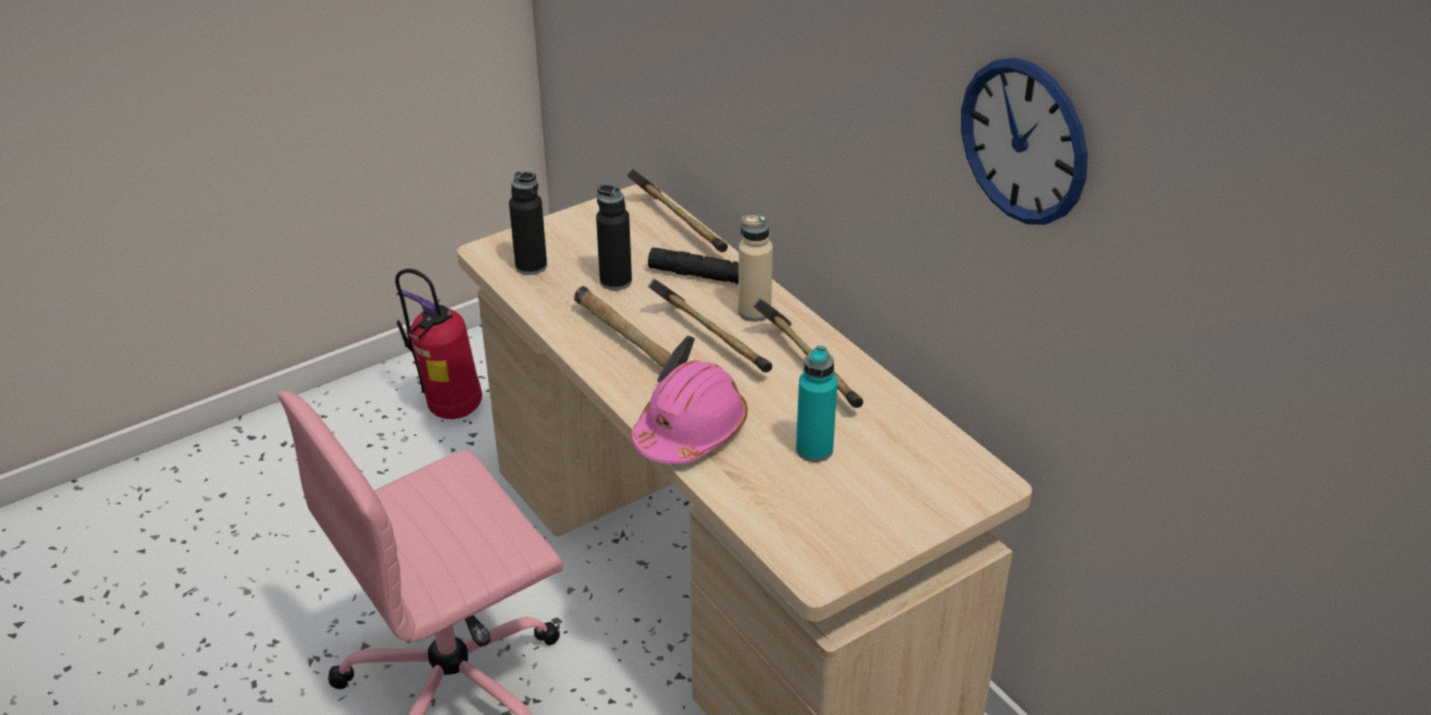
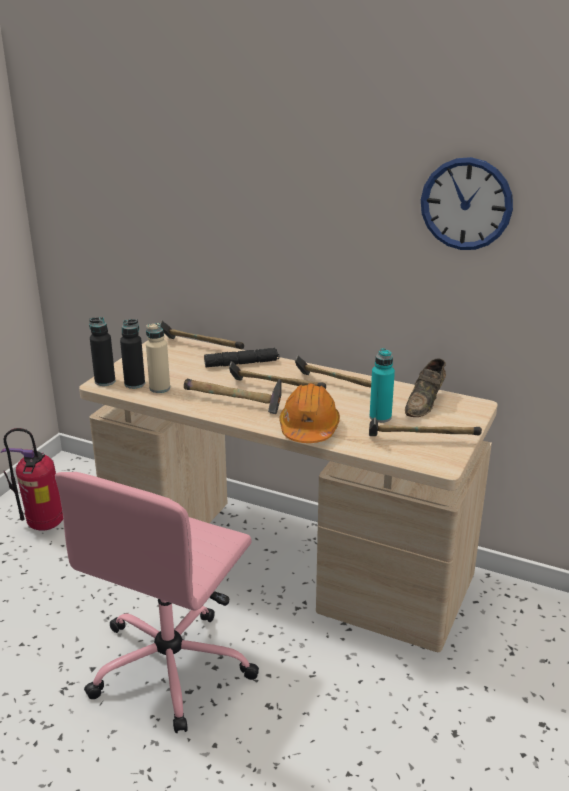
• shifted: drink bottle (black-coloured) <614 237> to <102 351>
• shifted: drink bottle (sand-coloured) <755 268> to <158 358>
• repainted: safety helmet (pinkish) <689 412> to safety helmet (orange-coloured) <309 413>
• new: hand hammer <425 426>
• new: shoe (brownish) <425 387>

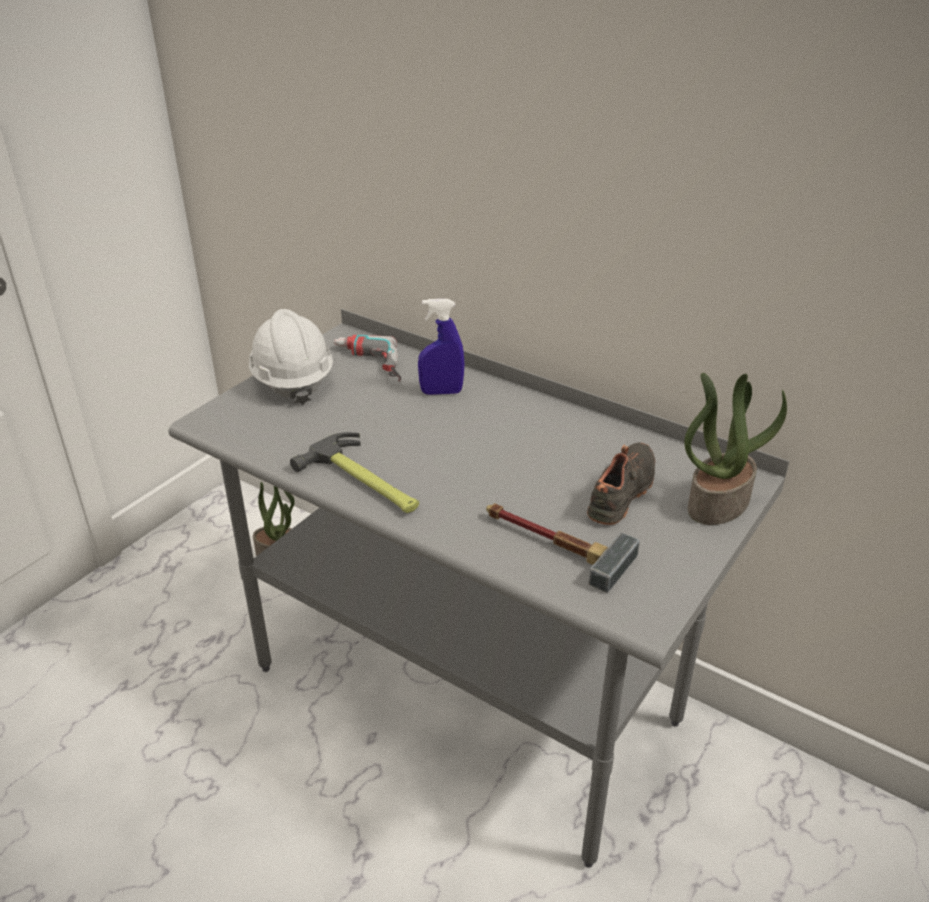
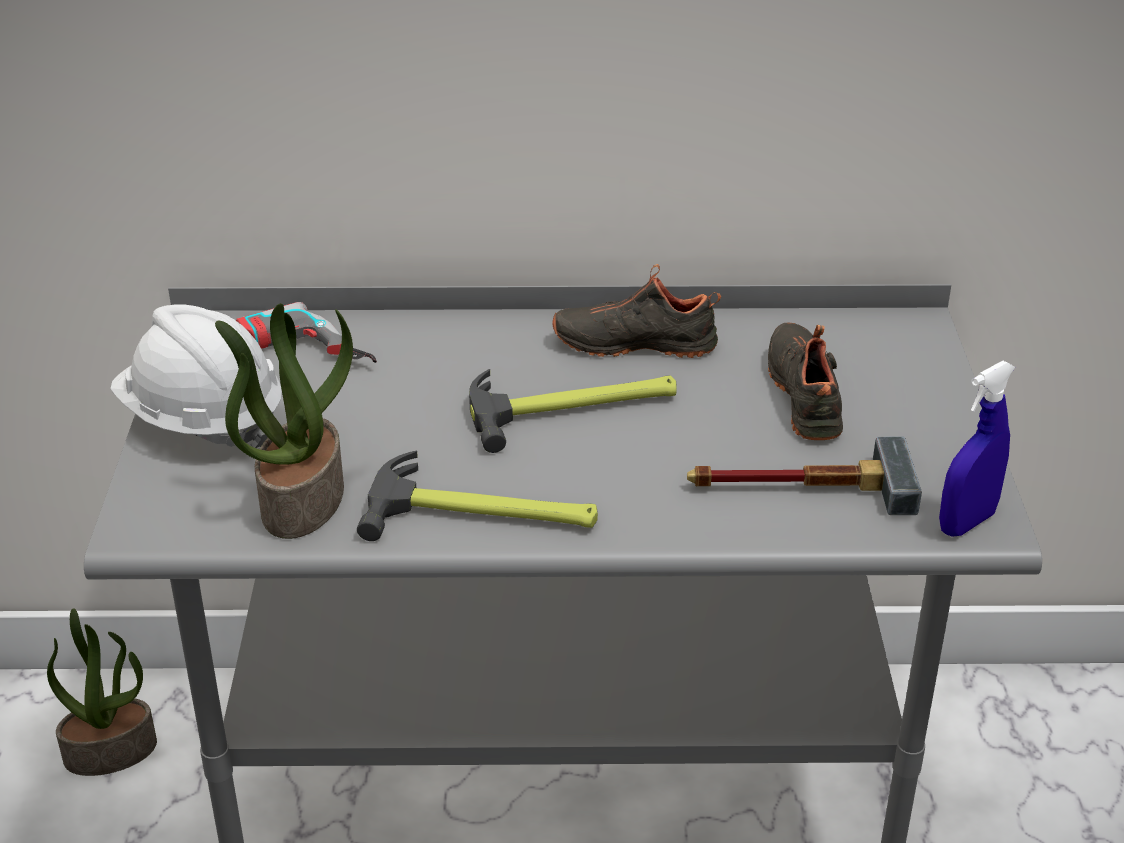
• shifted: plant in a pot <735 449> to <284 421>
• new: hand hammer <573 411>
• new: shoe (black-coloured) <636 311>
• shifted: sprayer (bluish) <441 347> to <977 449>

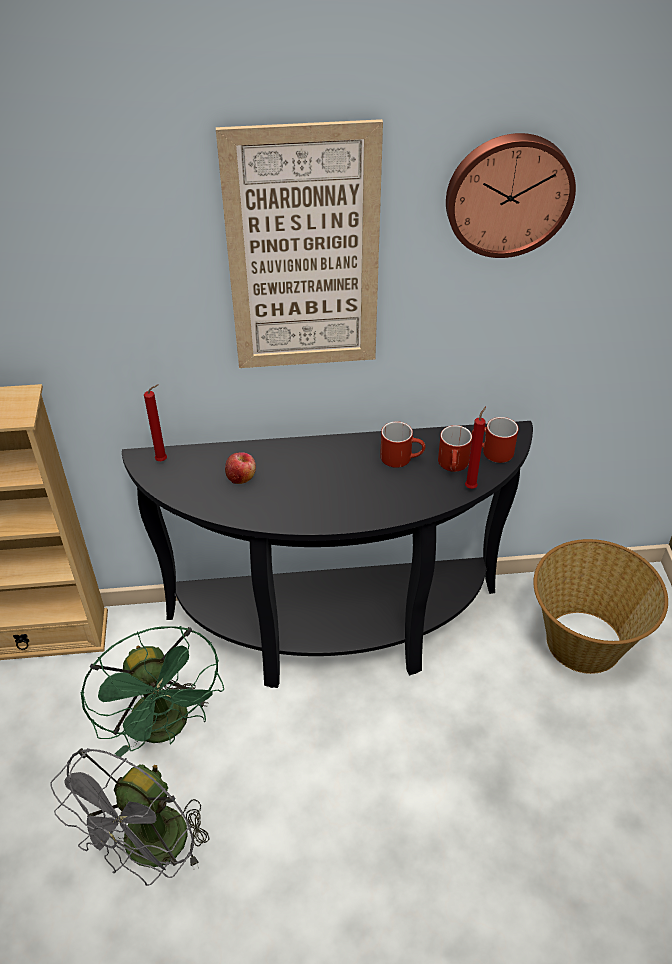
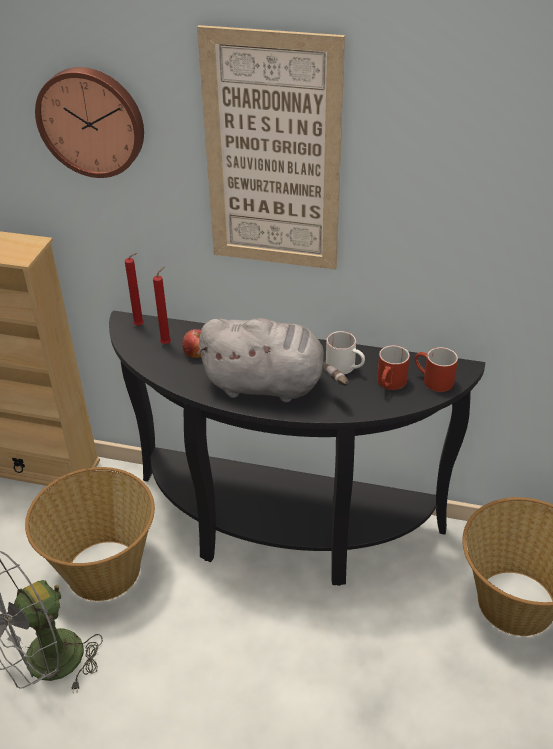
• swapped: fan (greenish) <152 691> to storage basket <90 534>
• shifted: clock on the wall <511 195> to <89 122>
• shifted: wax candle (red-coloured) <475 447> to <162 305>
• new: plush toy (gray) <272 360>
• repainted: coffee mug (red-coloured) <402 444> to coffee mug (whitish) <345 353>

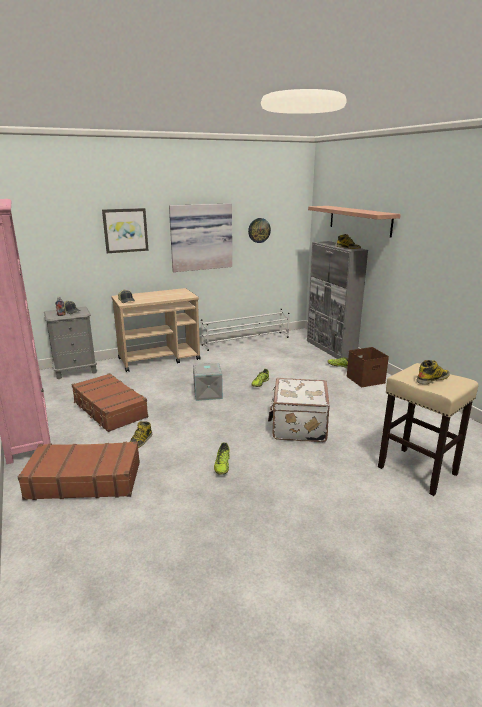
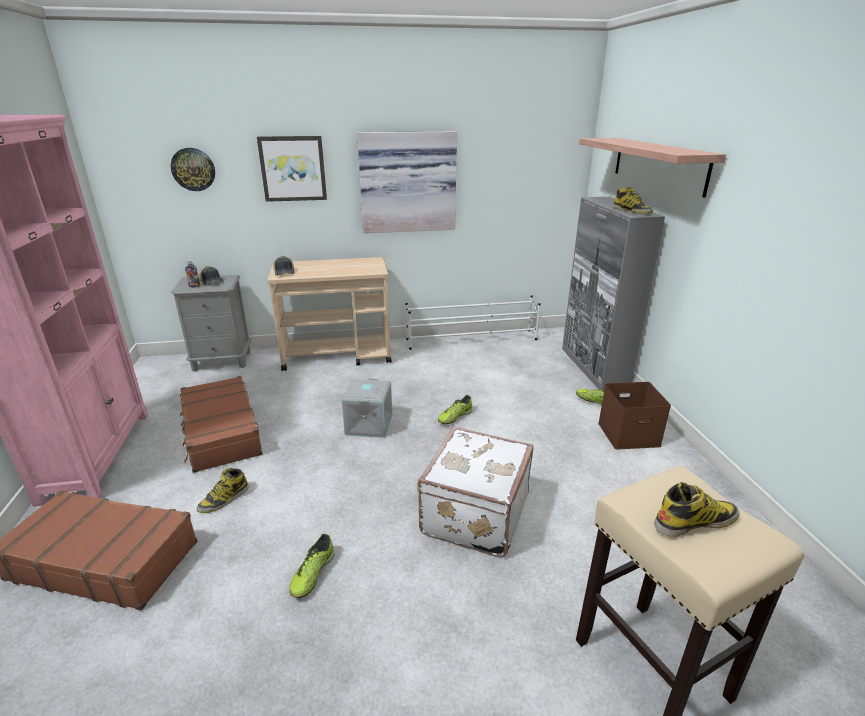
• shifted: clock on the wall <259 230> to <193 169>

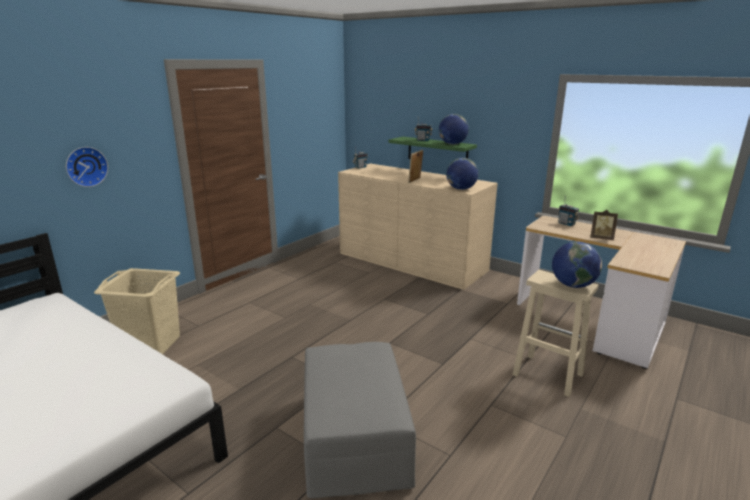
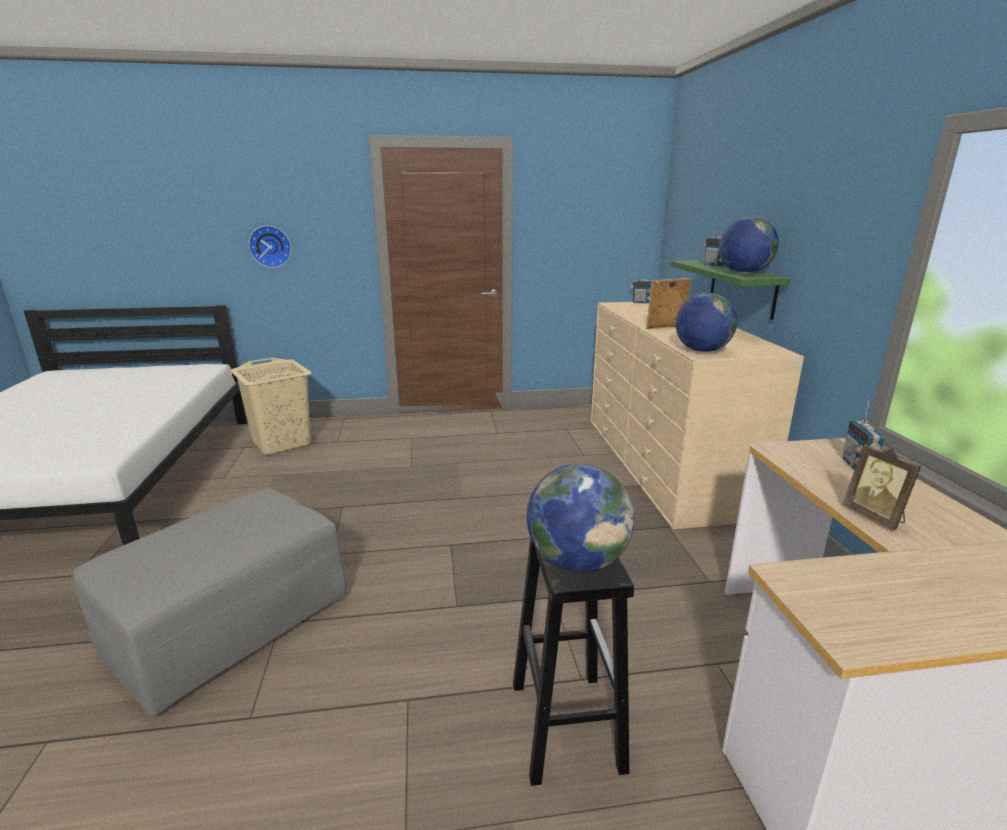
• repainted: stool seat (sand-coloured) <555 333> to stool seat (black-coloured) <573 662>

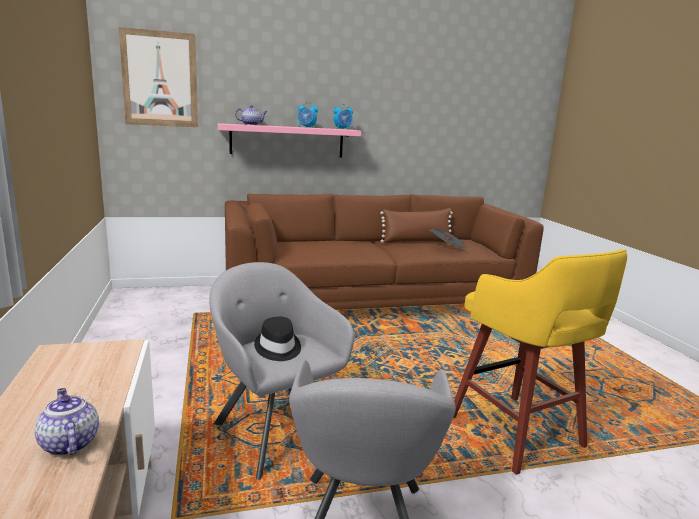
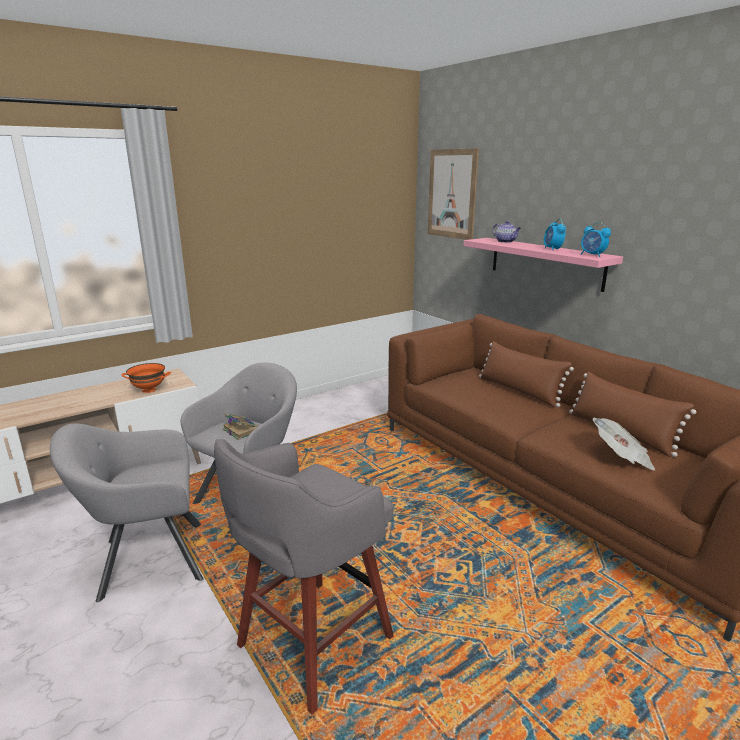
• new: bowl (orange-coloured) <146 378>
• repainted: stool seat (yellow) <540 362> to stool seat (gray) <304 577>
• swapped: clothing hat (black-coloured) <277 339> to volume <240 427>
• new: throw pillow (brownish) <526 374>
• gone: tea pot <66 422>

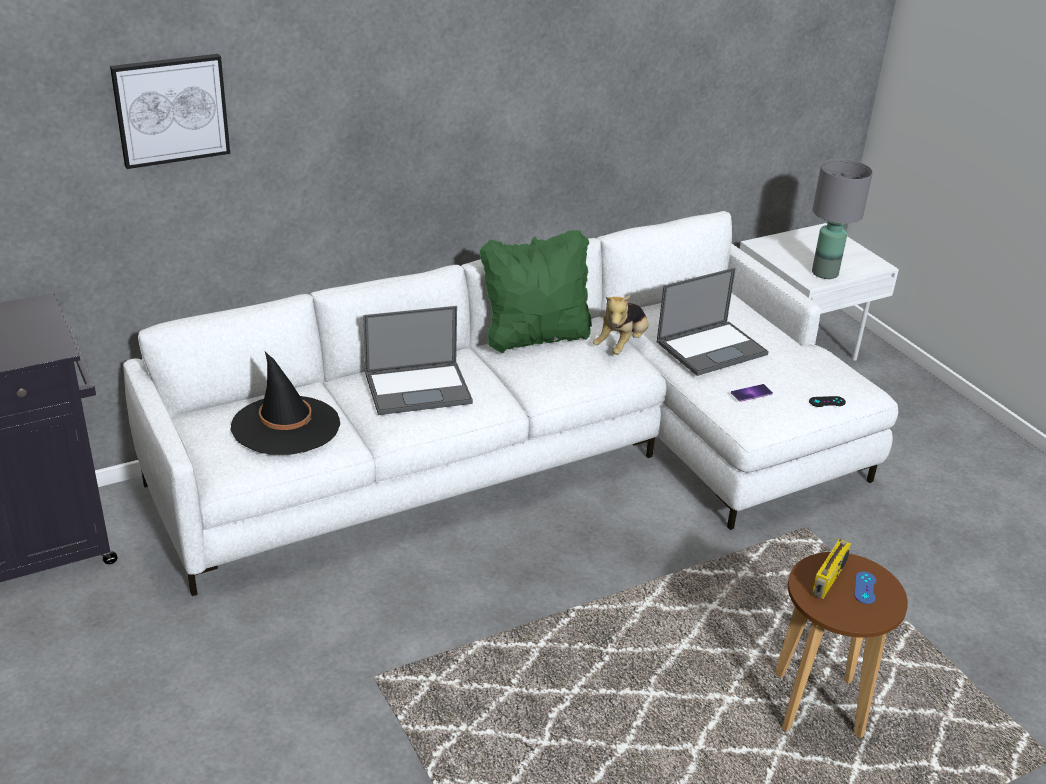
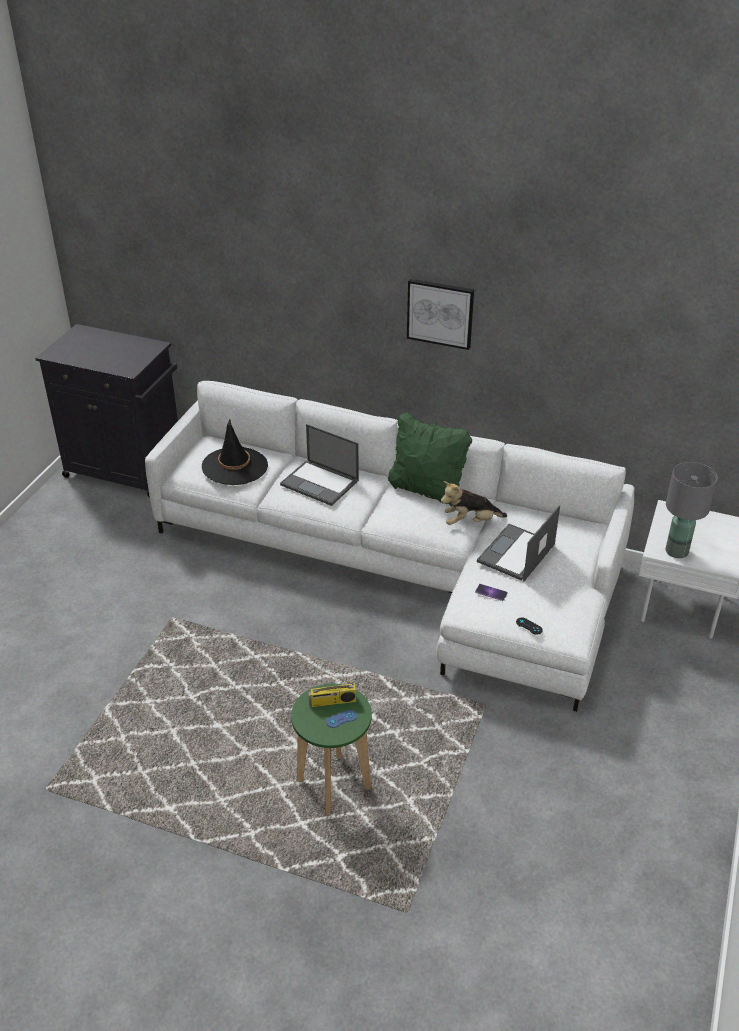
• repainted: stool seat (brownish) <841 645> to stool seat (greenish) <331 749>
• shifted: picture <170 111> to <440 314>
• rotated: portable computer <713 322> = <518 543> 105 degrees clockwise

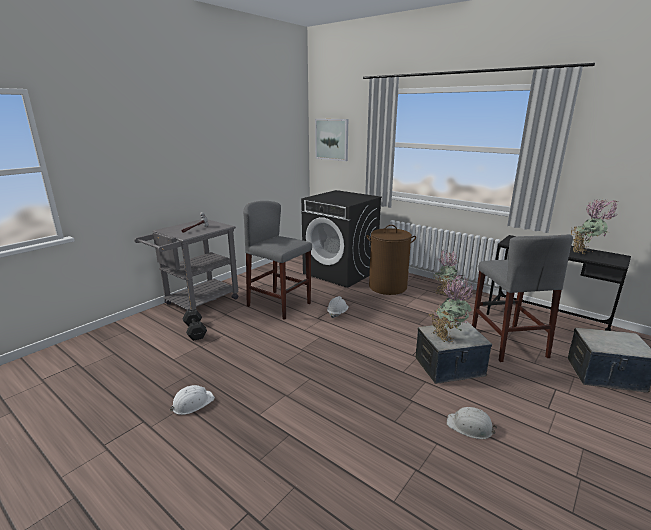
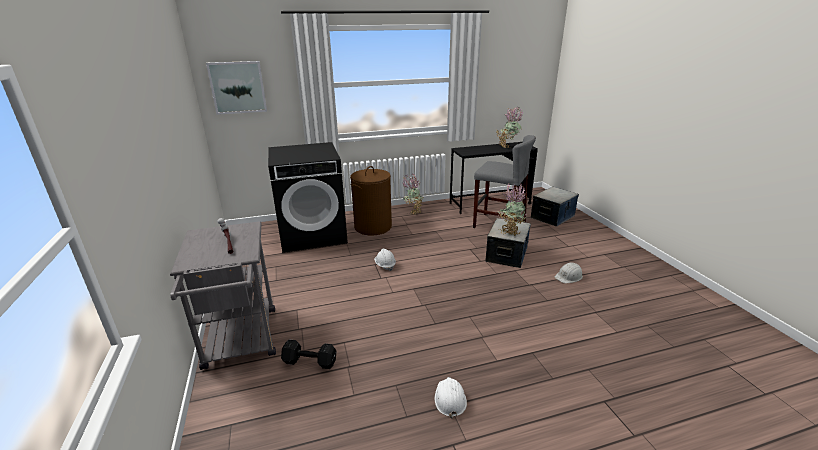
• gone: stool seat (gray) <277 260>

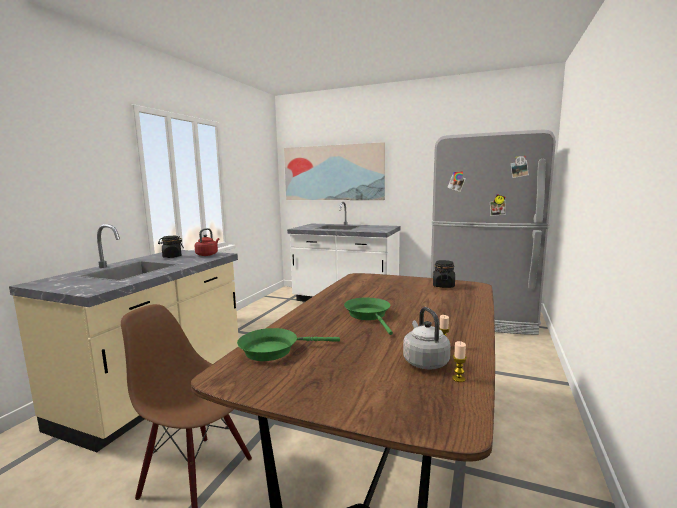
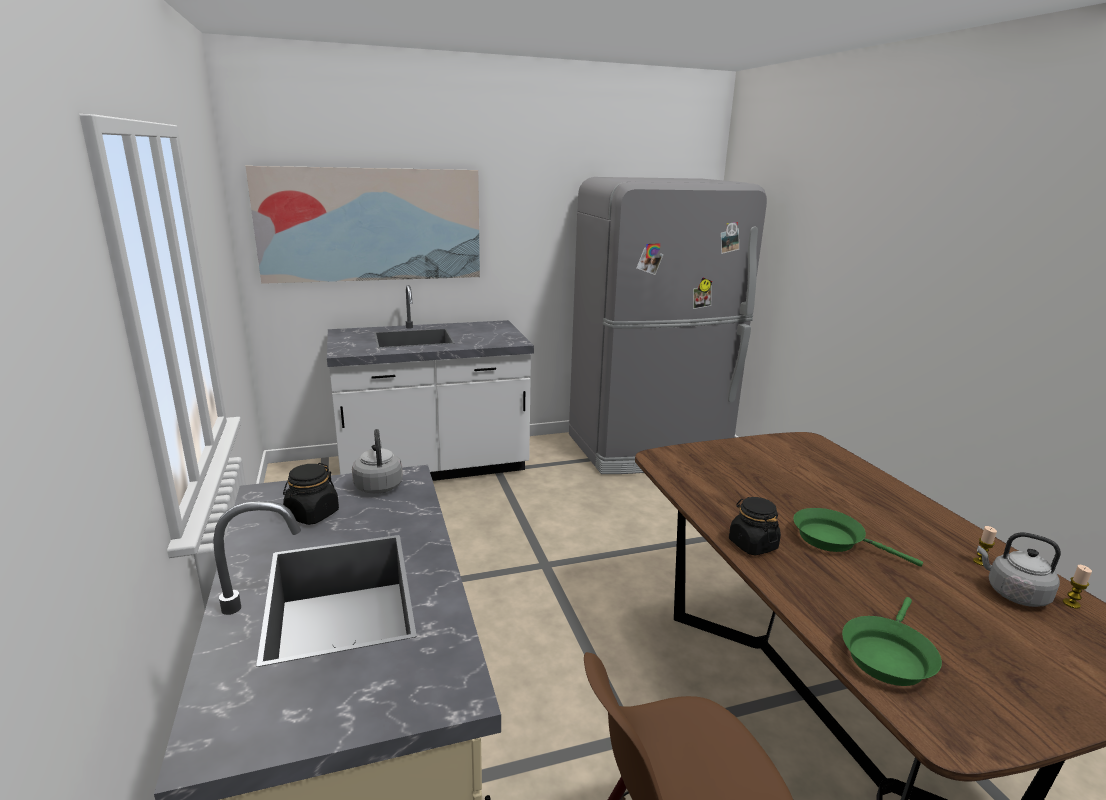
• repainted: kettle (red-coloured) <207 242> to kettle (gray) <377 461>
• shifted: storage jar (black-coloured) <444 274> to <755 526>

